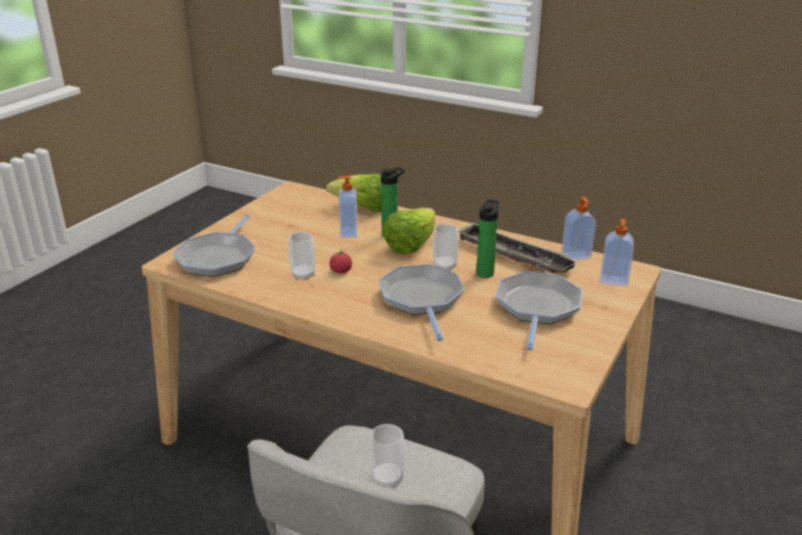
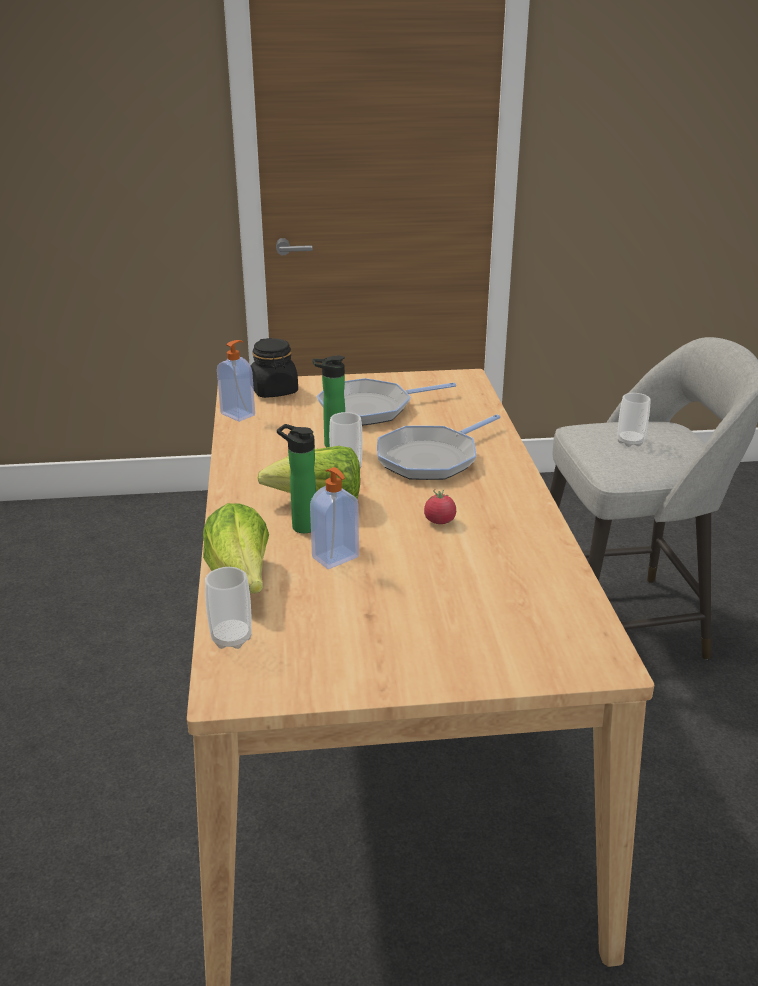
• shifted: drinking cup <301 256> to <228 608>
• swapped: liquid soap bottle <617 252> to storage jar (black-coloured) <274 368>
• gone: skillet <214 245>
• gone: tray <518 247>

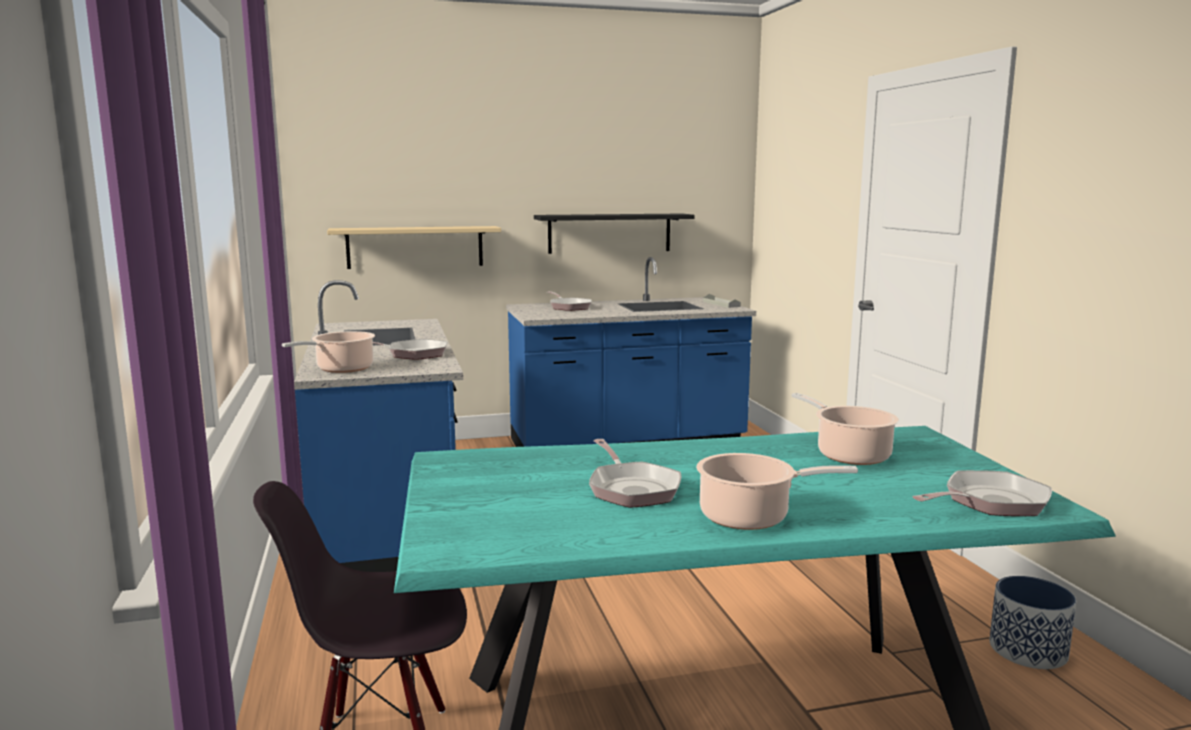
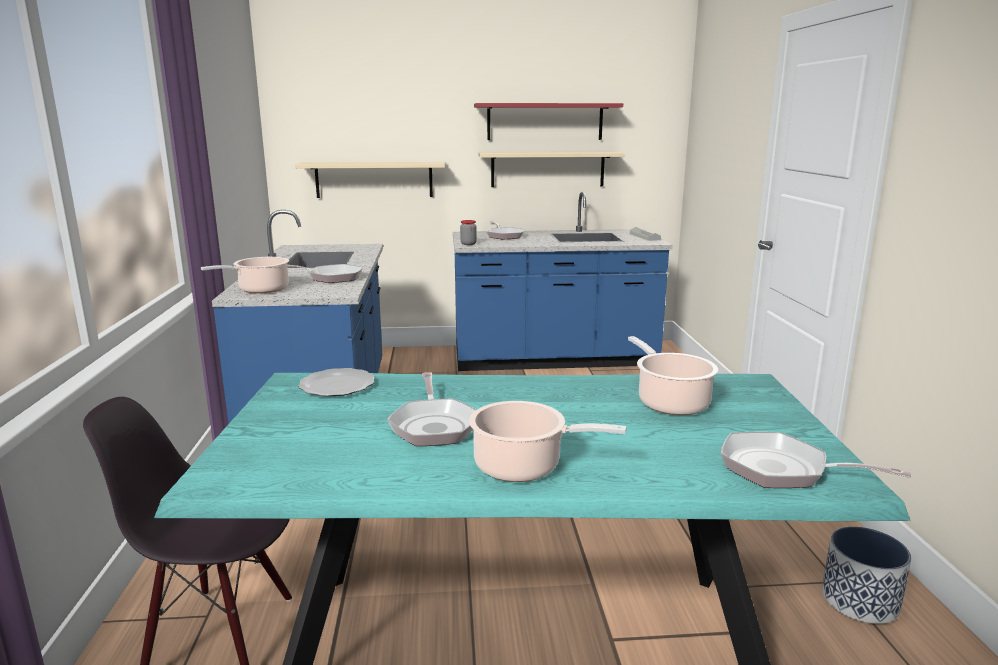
• new: flat dish <336 382>
• new: storage jar <468 232>
• new: bracket shelf (red-coloured) <548 121>
• repainted: bracket shelf (black-coloured) <614 233> to bracket shelf (sand-coloured) <551 169>
• rotated: skillet <982 493> = <816 460> 135 degrees counterclockwise

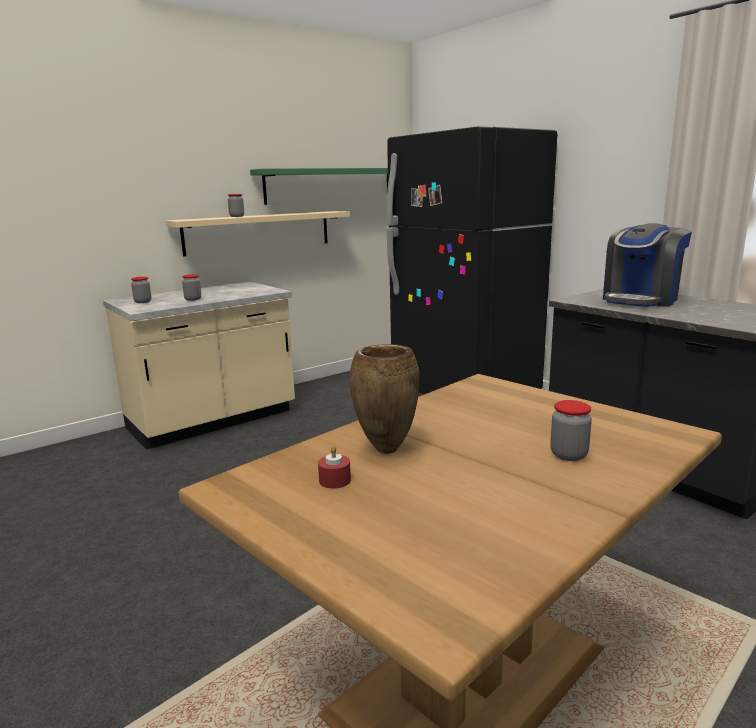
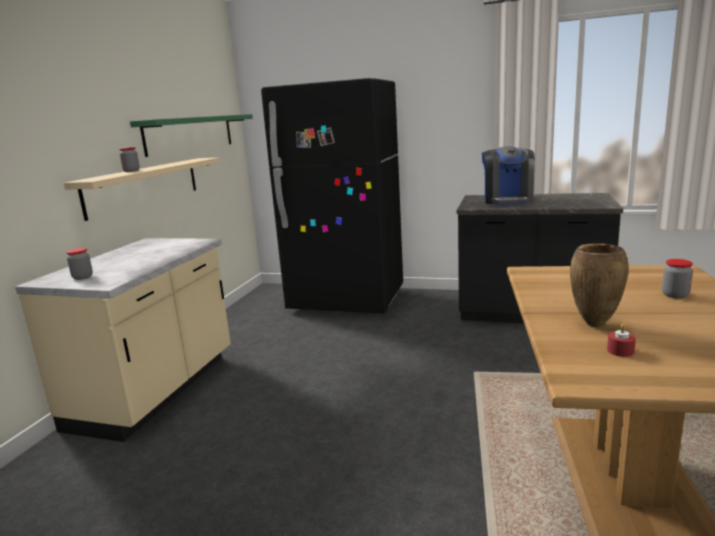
• gone: storage jar <191 287>

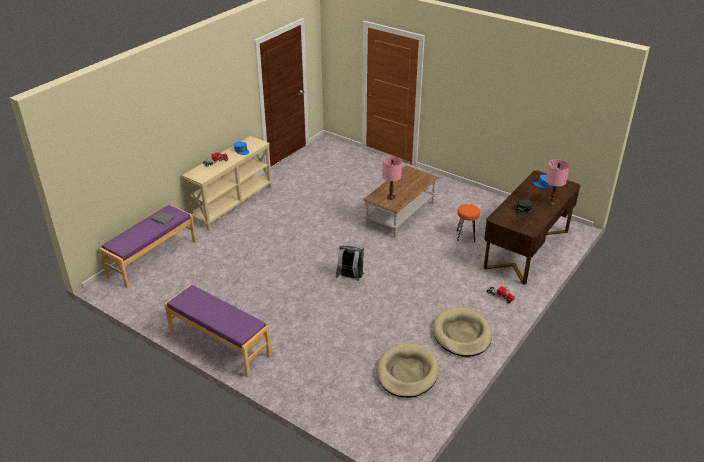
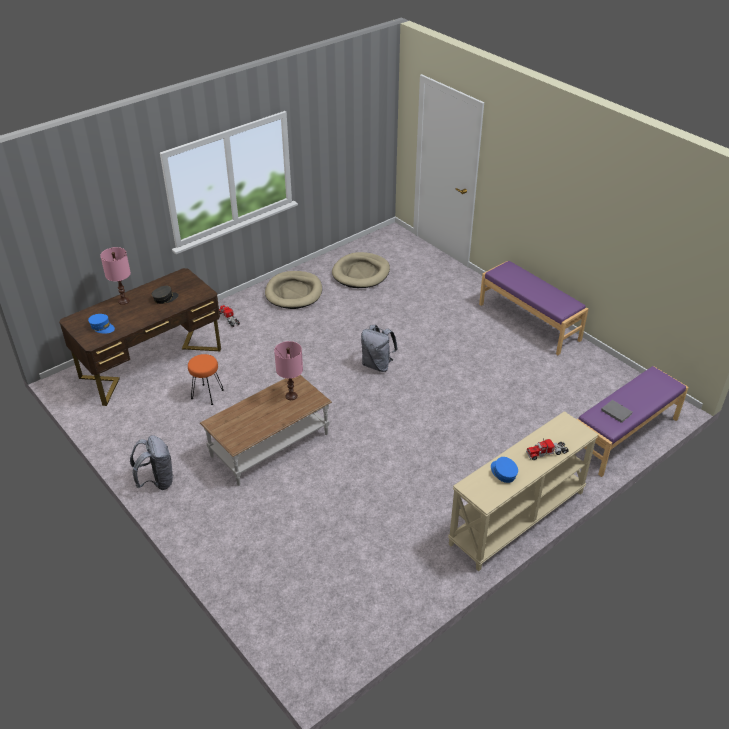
• new: rucksack (gray) <151 462>

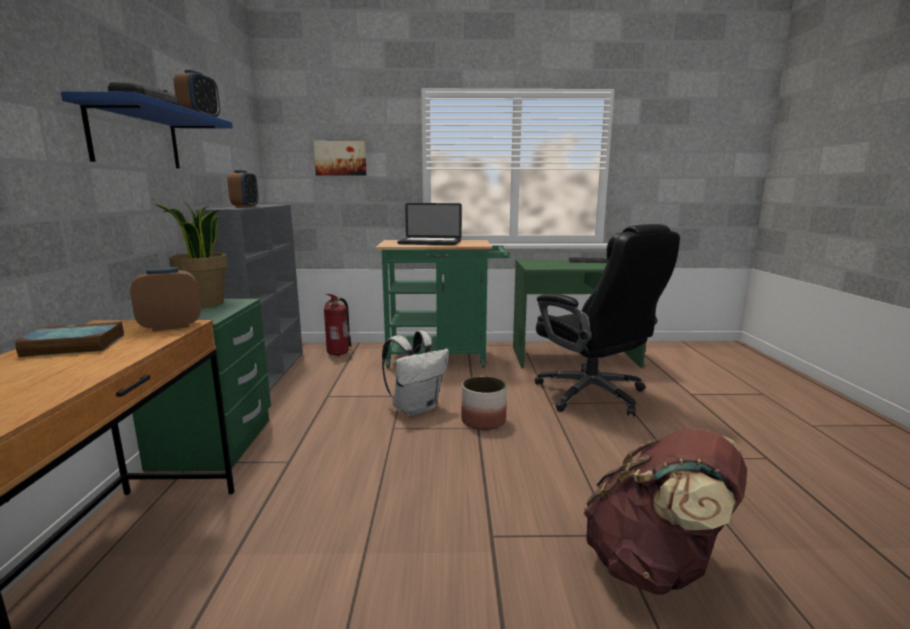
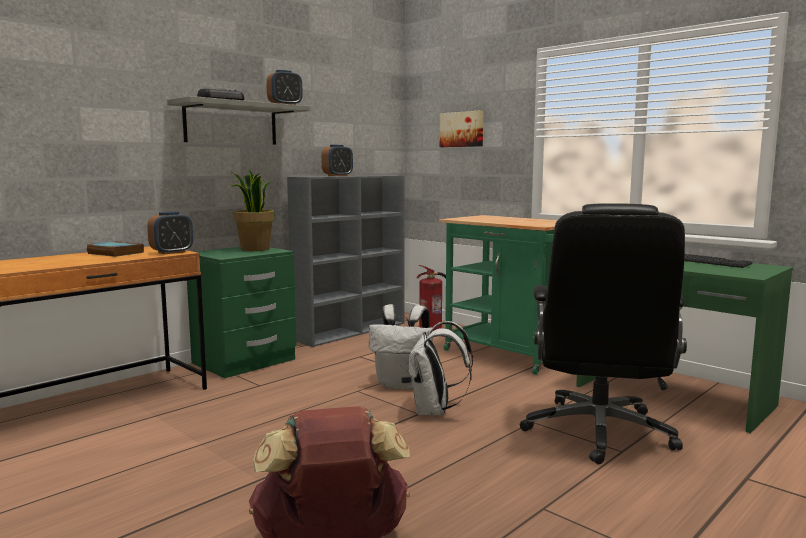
• rotated: table clock <165 299> = <170 232> 120 degrees clockwise
• repainted: bracket shelf (bluish) <147 130> to bracket shelf (gray) <238 120>
• swapped: plant pot <484 403> to rucksack (whitish) <440 368>
• gone: portable computer <430 224>

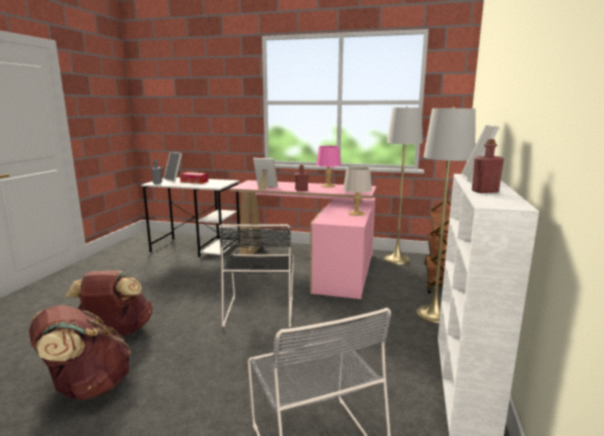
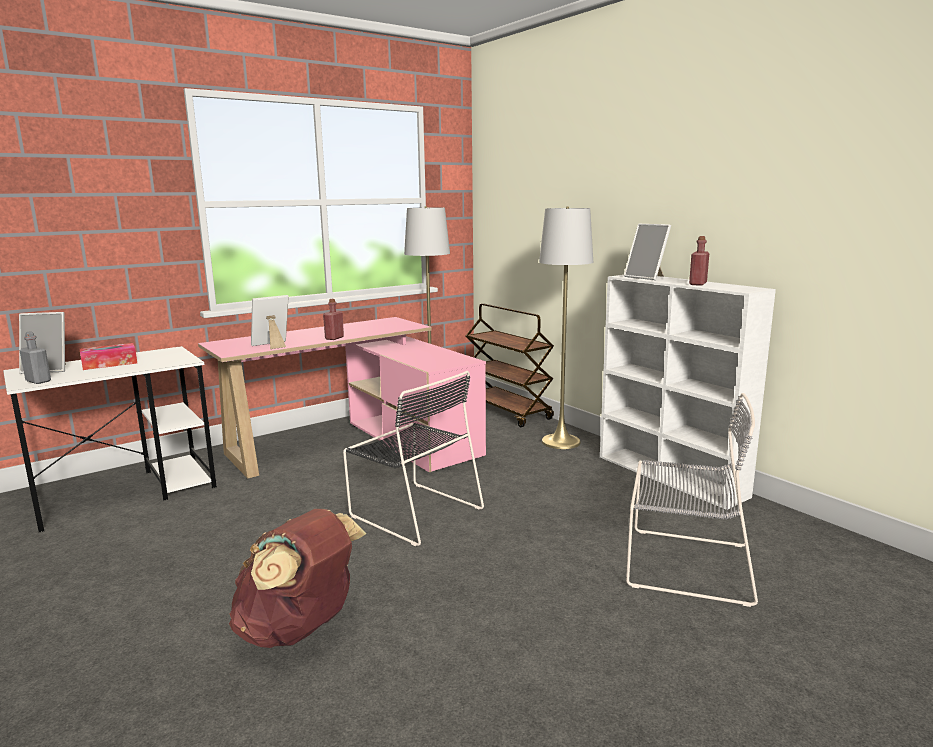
• gone: rucksack (brownish) <80 352>
• gone: table lamp (pinkish) <328 167>
• gone: table lamp (gray) <357 191>

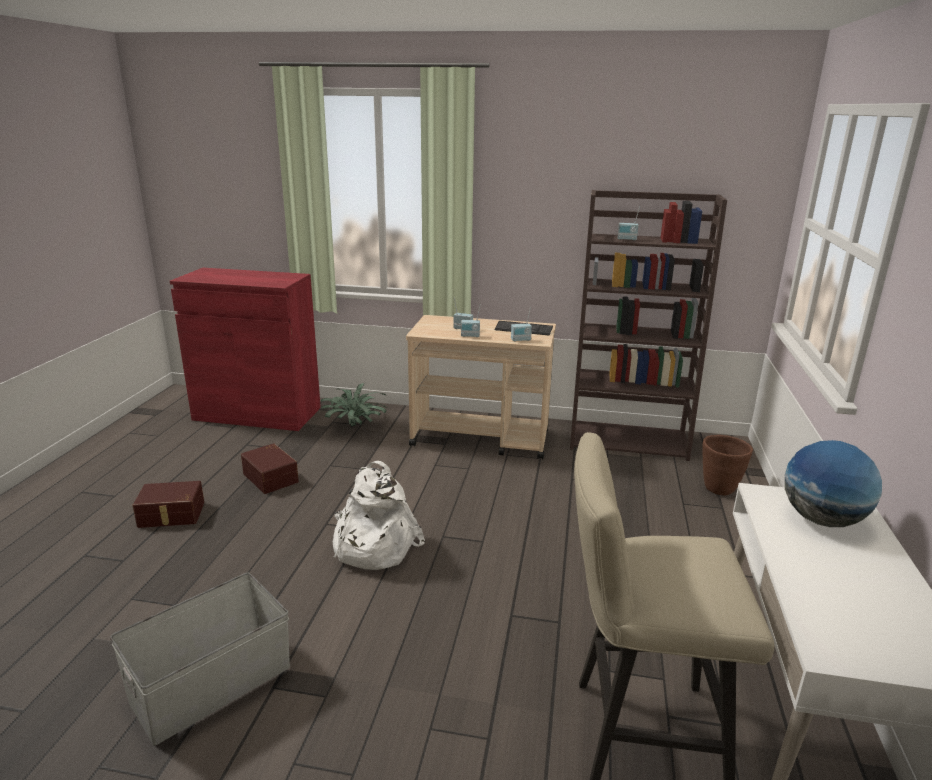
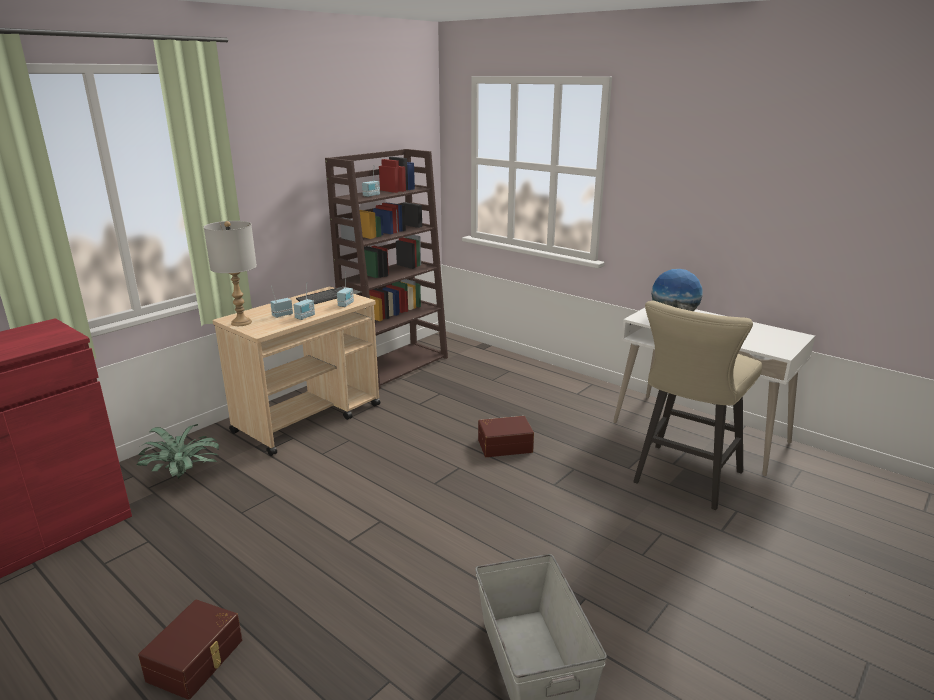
• new: table lamp (gray) <230 273>
• shifted: storage container (brownish) <270 468> to <506 436>
• gone: rucksack (whitish) <379 515>
• gone: plant pot (brownish) <727 465>

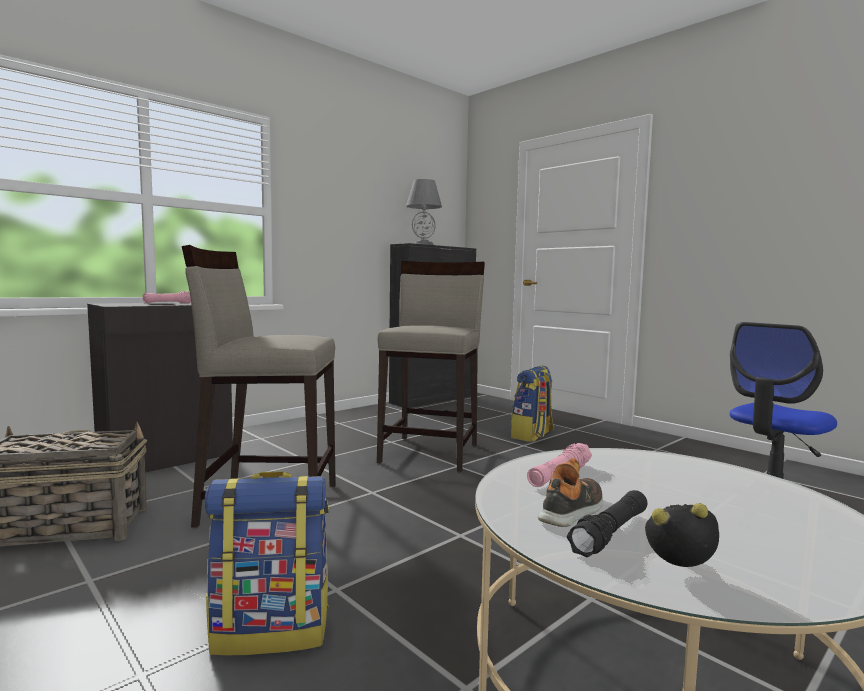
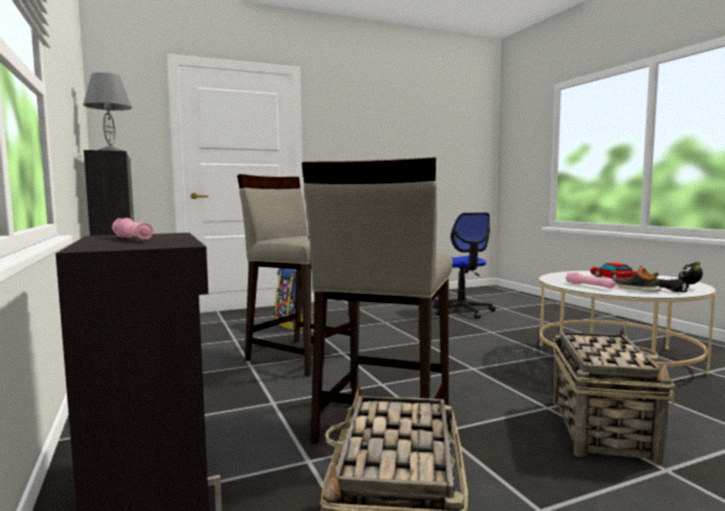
• swapped: rucksack <267 563> to storage basket <613 395>
• new: model car <614 271>

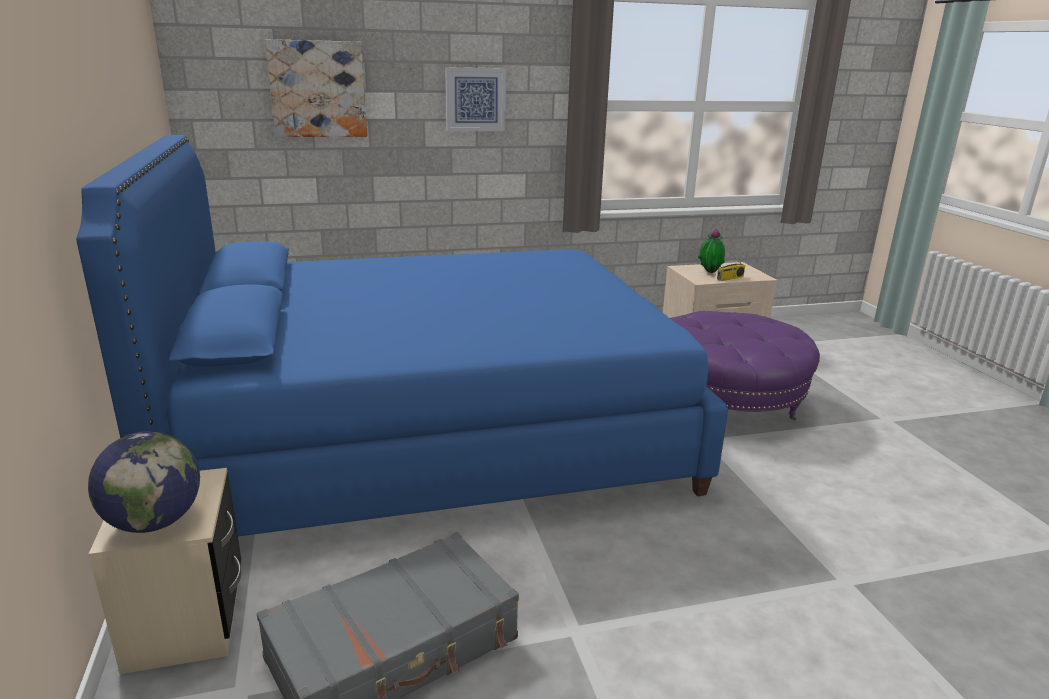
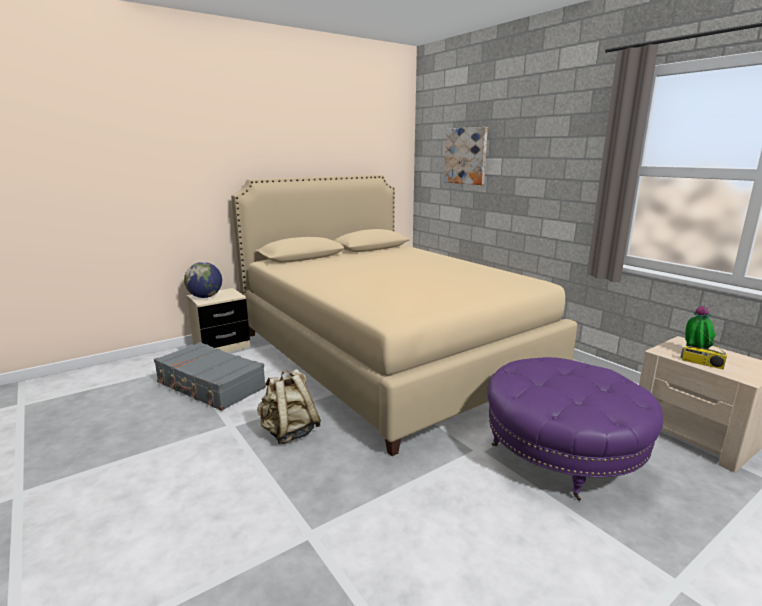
• repainted: sleeping bed (bluish) <402 335> to sleeping bed (sand-coloured) <404 315>
• new: rucksack (sand-coloured) <289 406>
• gone: picture <475 99>

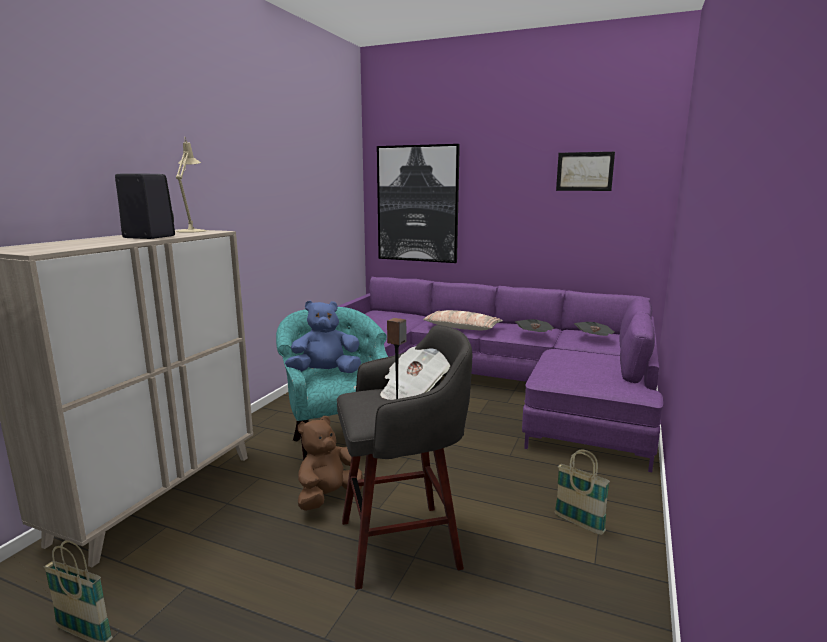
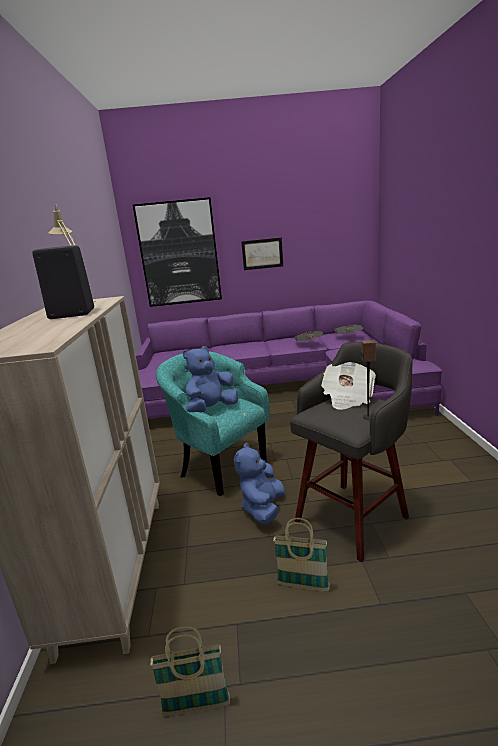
• repainted: plush toy (brownish) <330 463> to plush toy (bluish) <259 483>
• shifted: picture <585 171> to <262 253>
• shifted: storage basket <582 492> to <301 555>
• gone: throw pillow <463 320>

